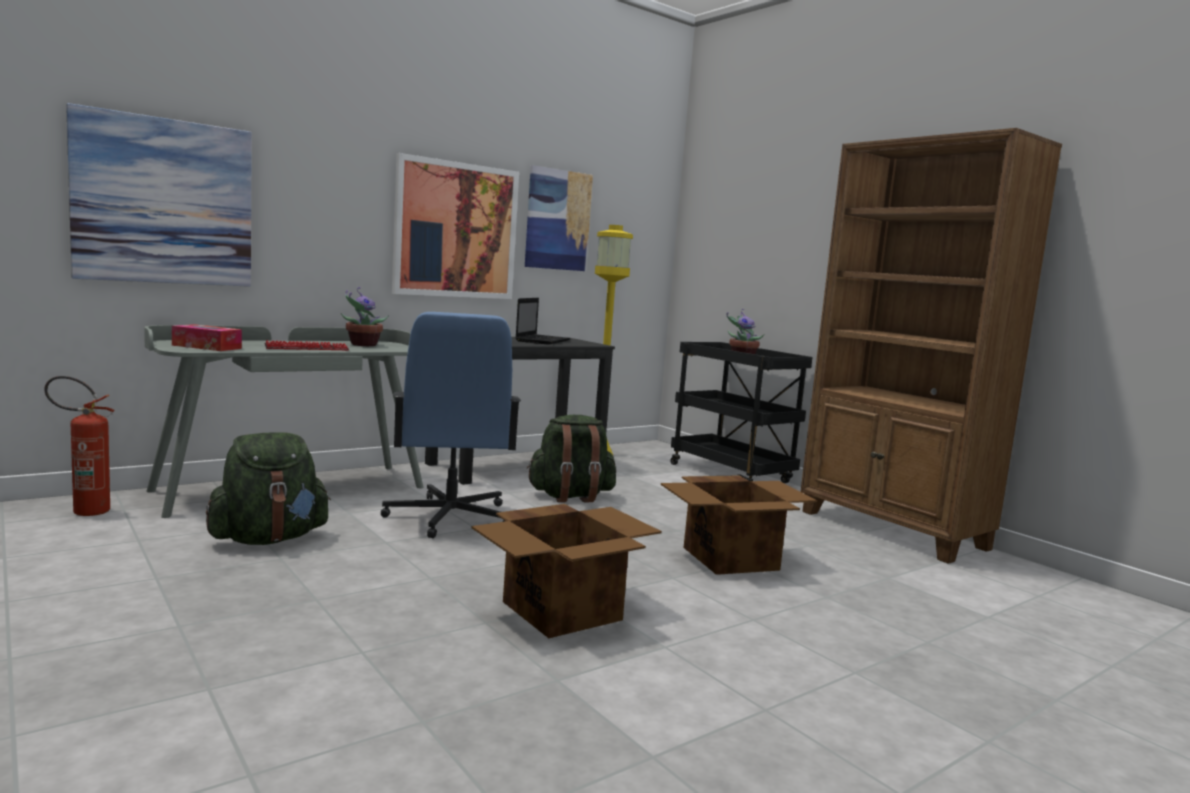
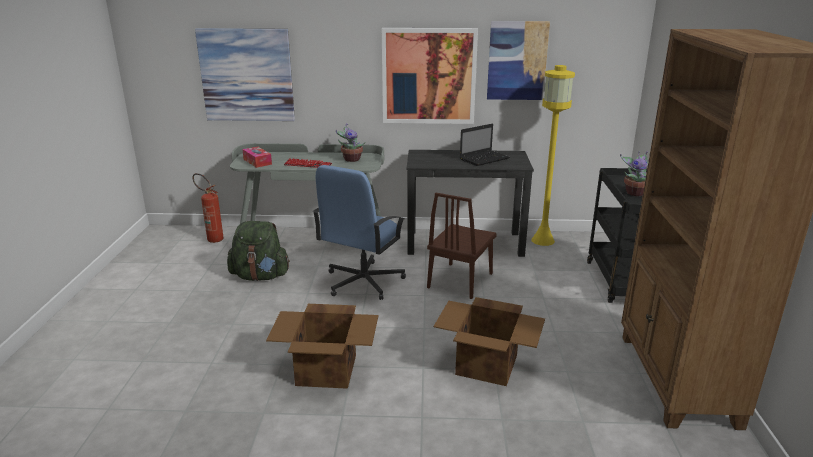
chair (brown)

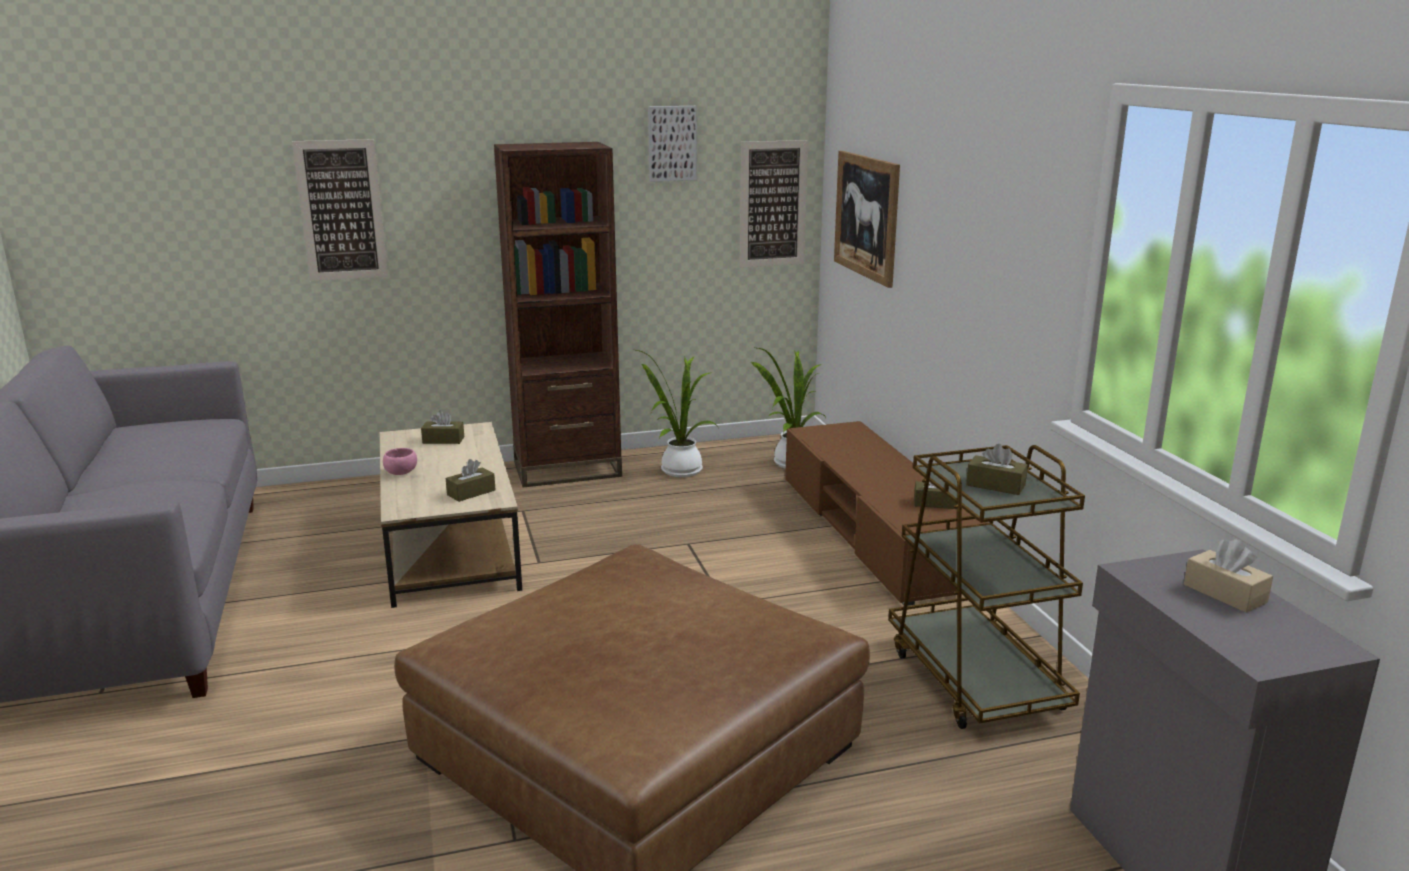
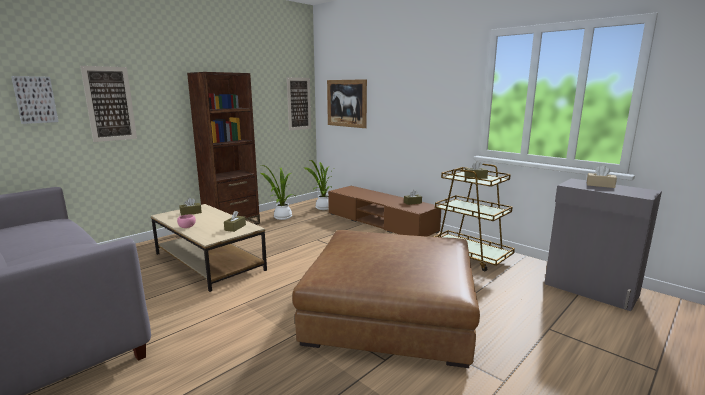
picture (no. 1 from left)

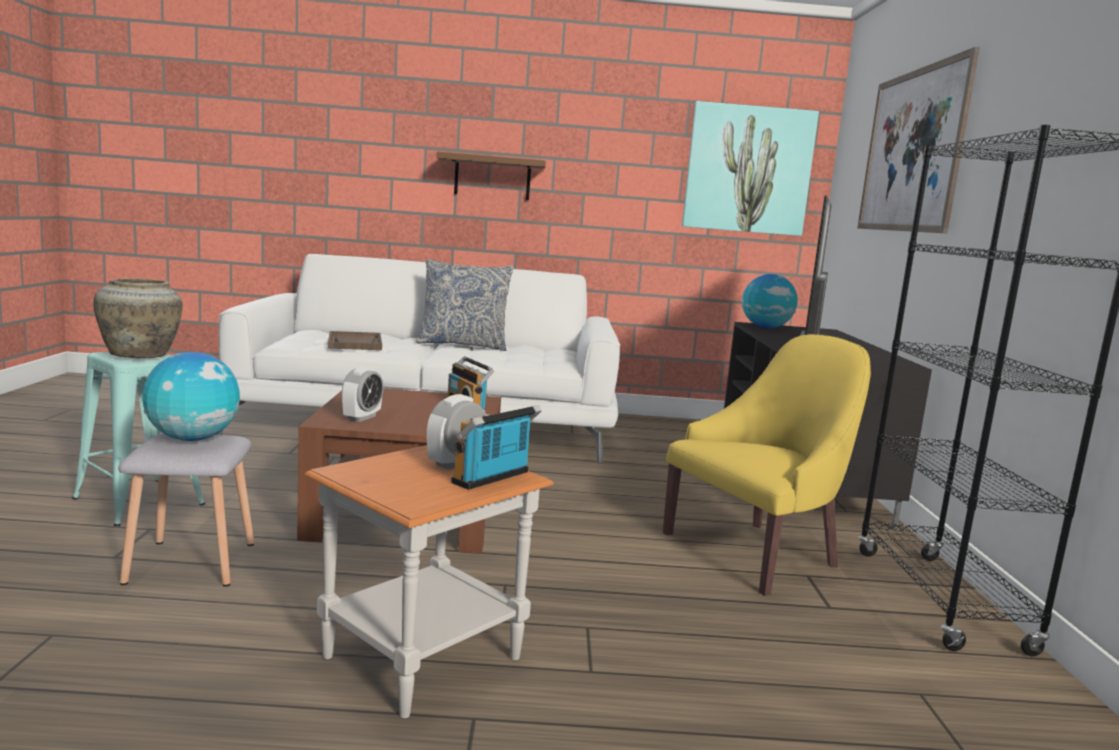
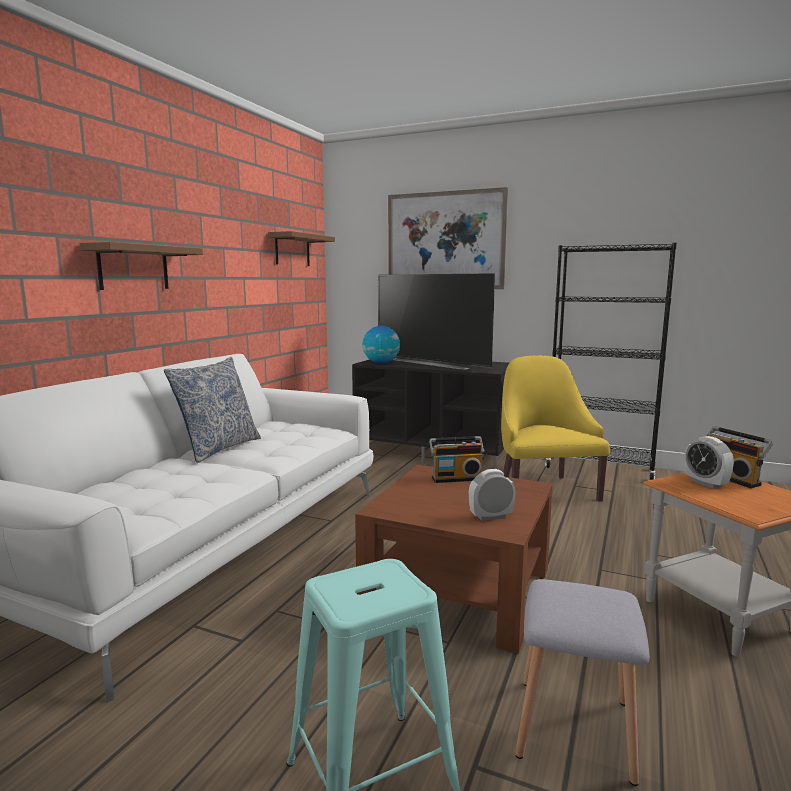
shelf (brown) (no. 2 from left)
alarm clock (no. 1 from left)
vase (beige)
globe (no. 1 from left in the first image)
tray (brown)

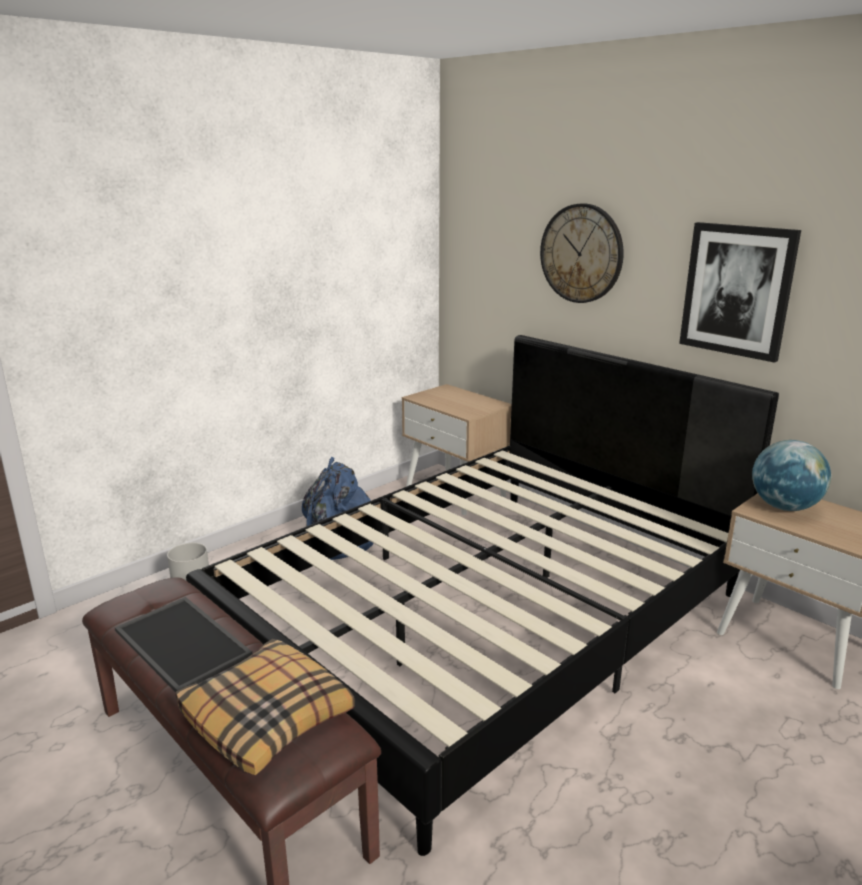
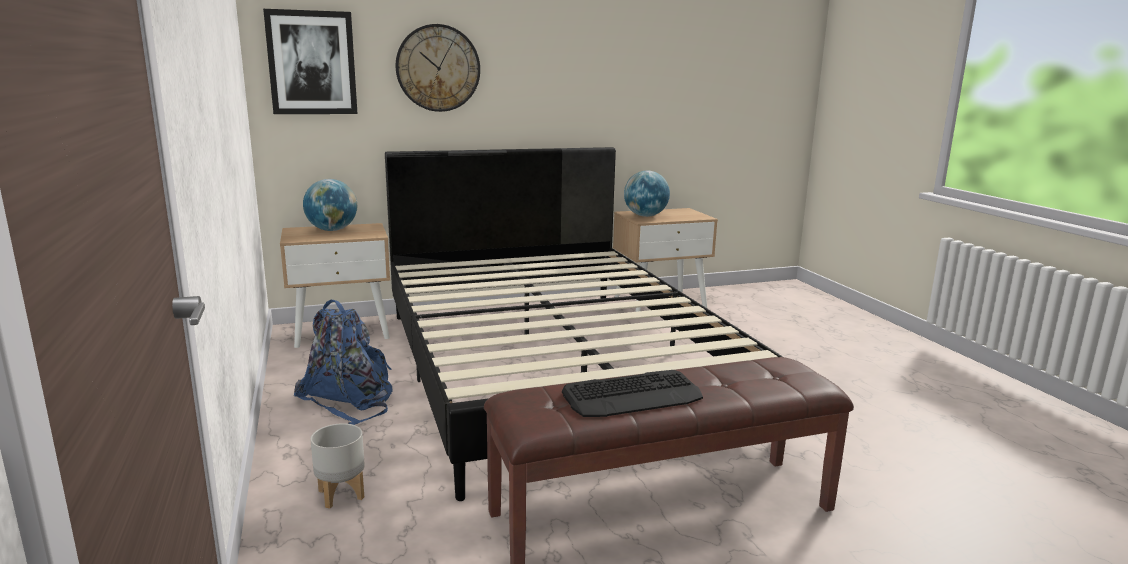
picture
globe (no. 1 from left)
keyboard
pillow

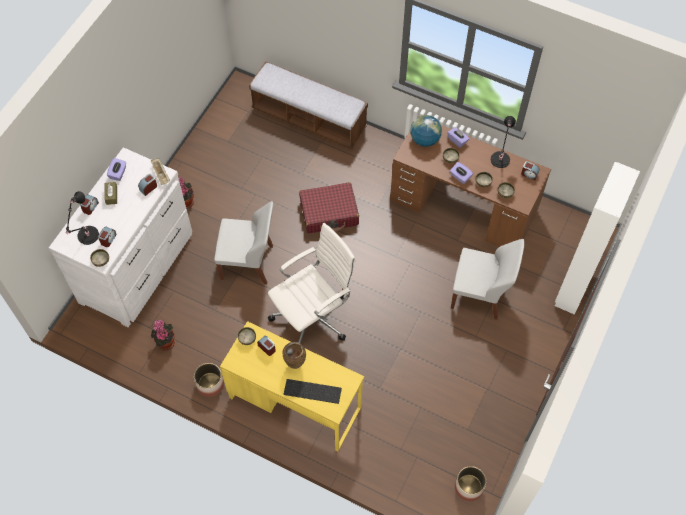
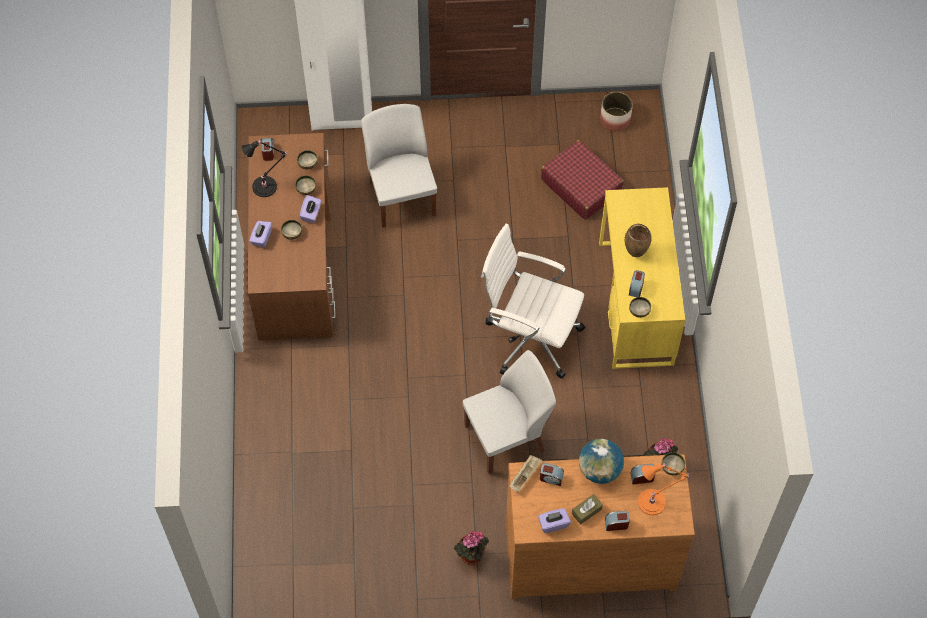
chair (white) (no. 2 from left)
dresser (brown)
suitcase (red)
globe
table lamp (orange)
planter (no. 1 from left in the first image)
bench
keyboard

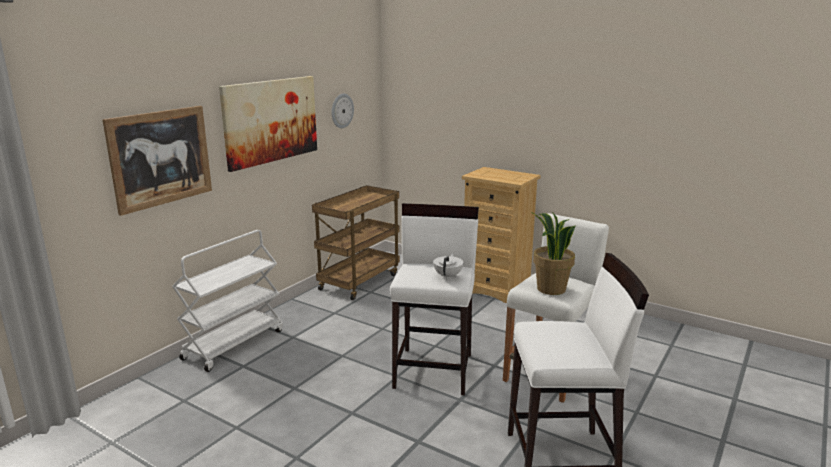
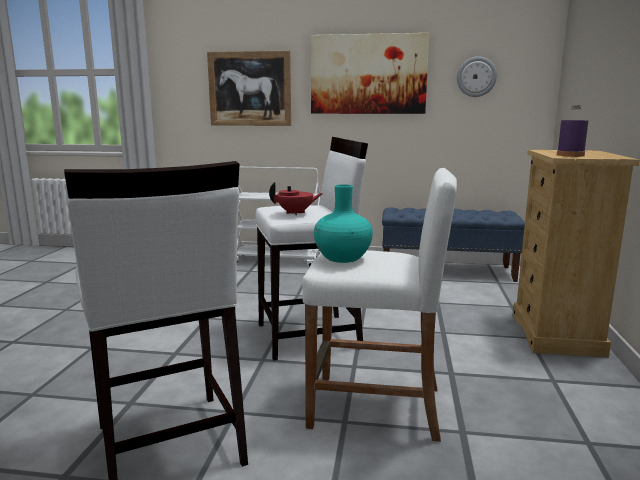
teapot (red)
vase (turquoise)
bench (blue)
bottle (purple)

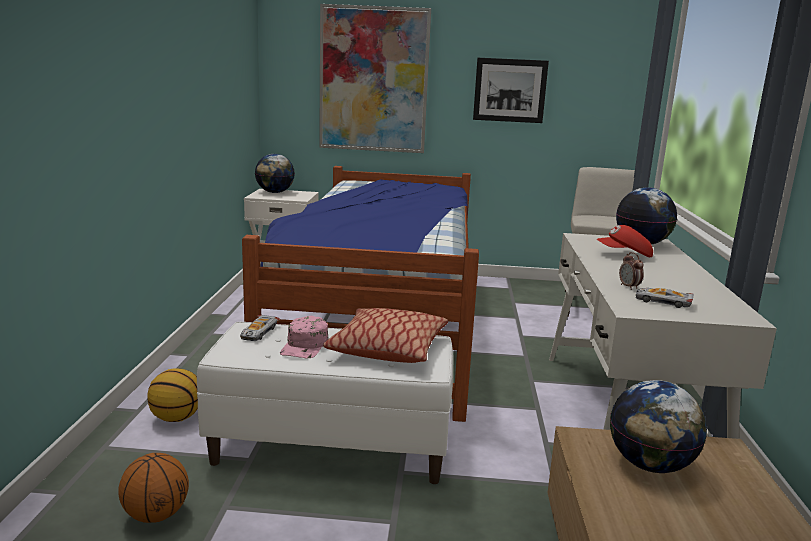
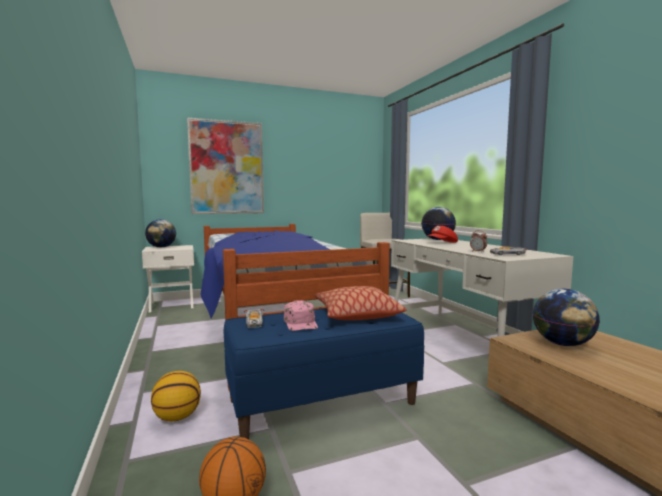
bench (blue)
picture (no. 2 from left in the first image)

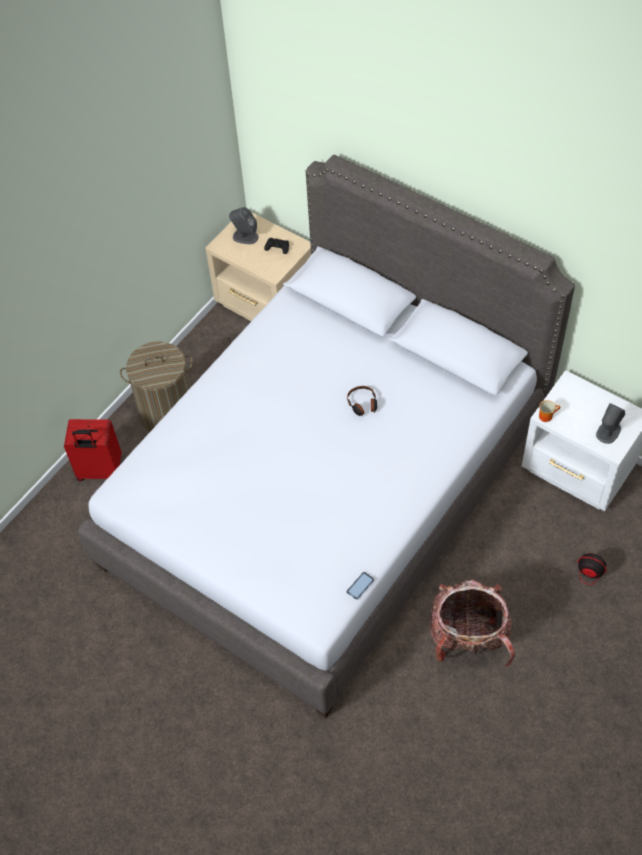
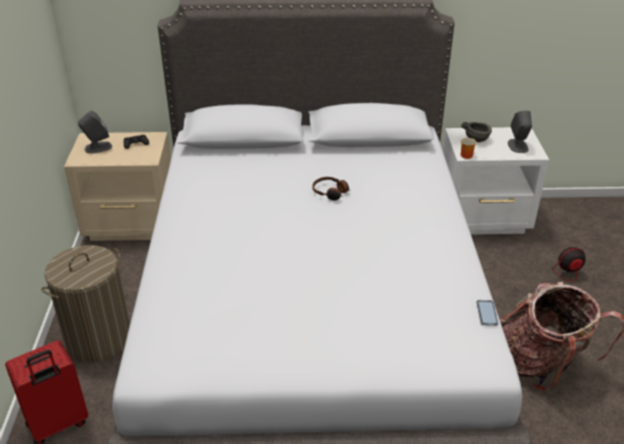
bowl (grey)

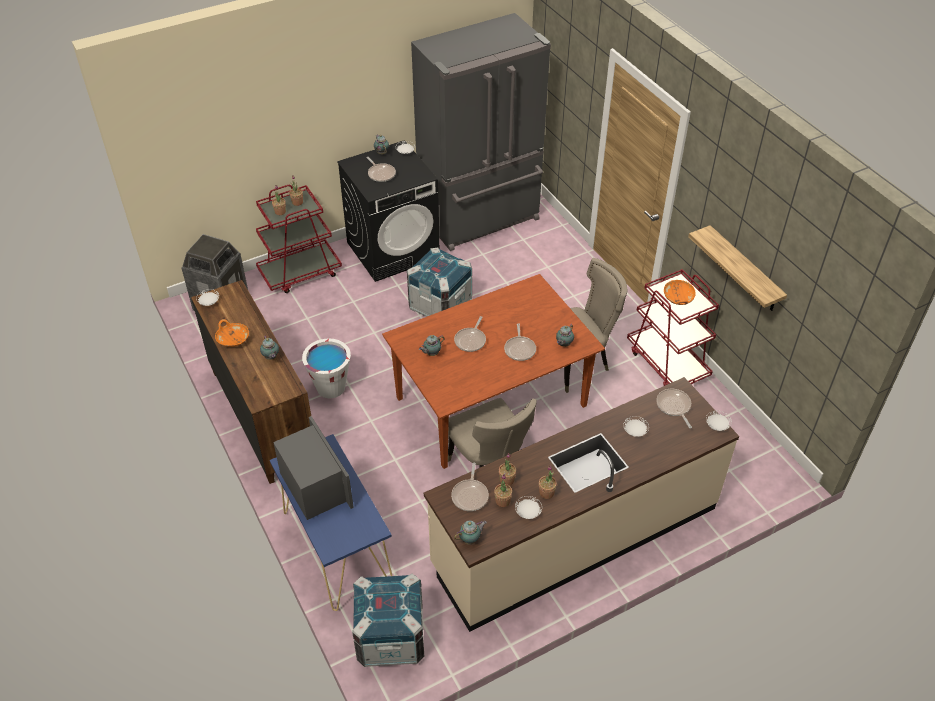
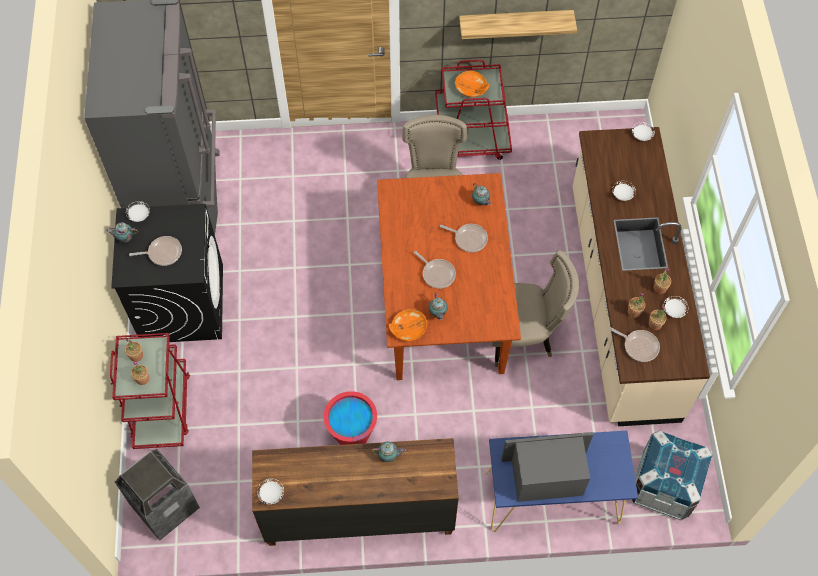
bucket (red)
bowl (orange) (no. 1 from left)
crate (no. 2 from left in the first image)
teapot (no. 4 from left in the first image)
frying pan (no. 5 from left in the first image)

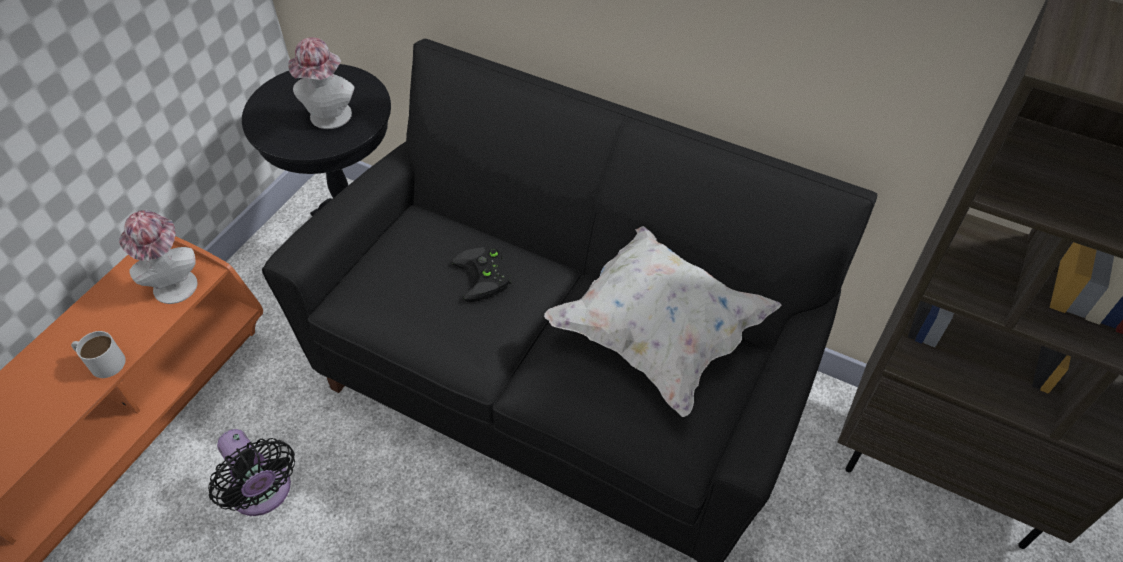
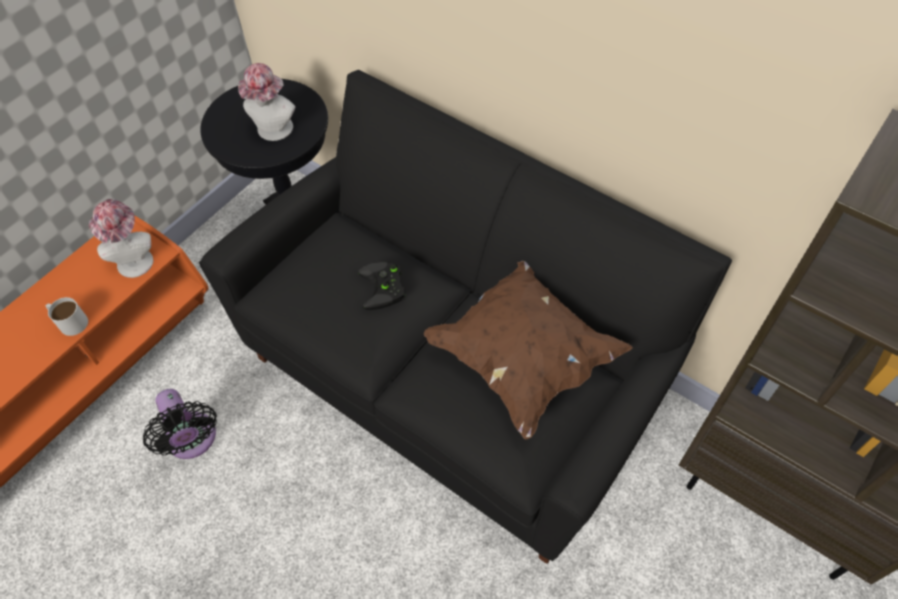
pillow (brown)

